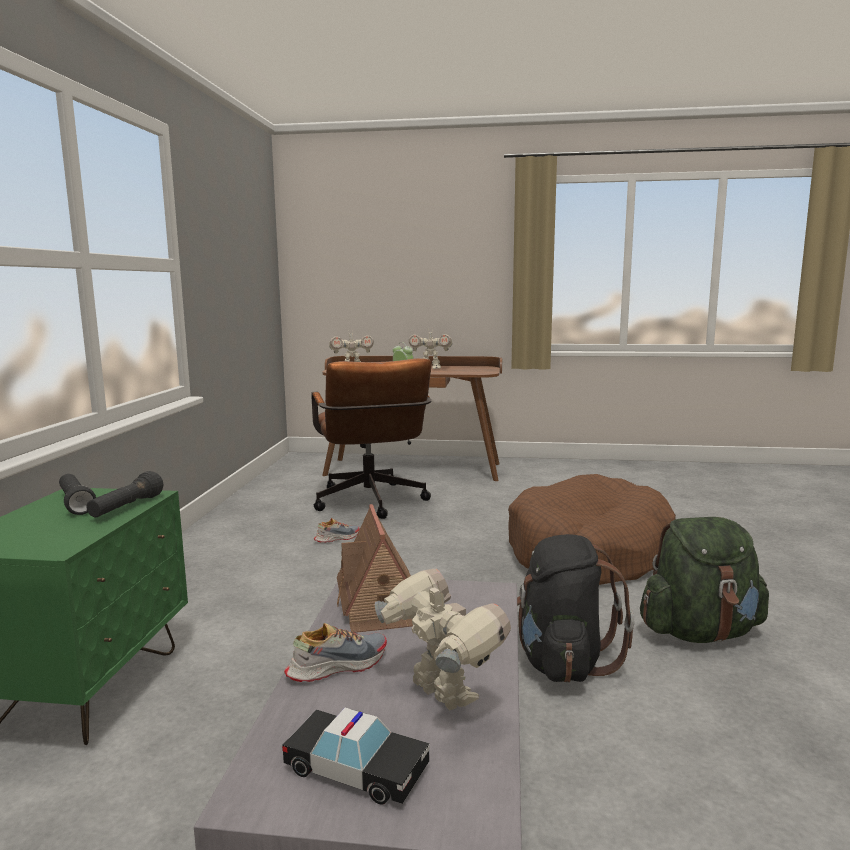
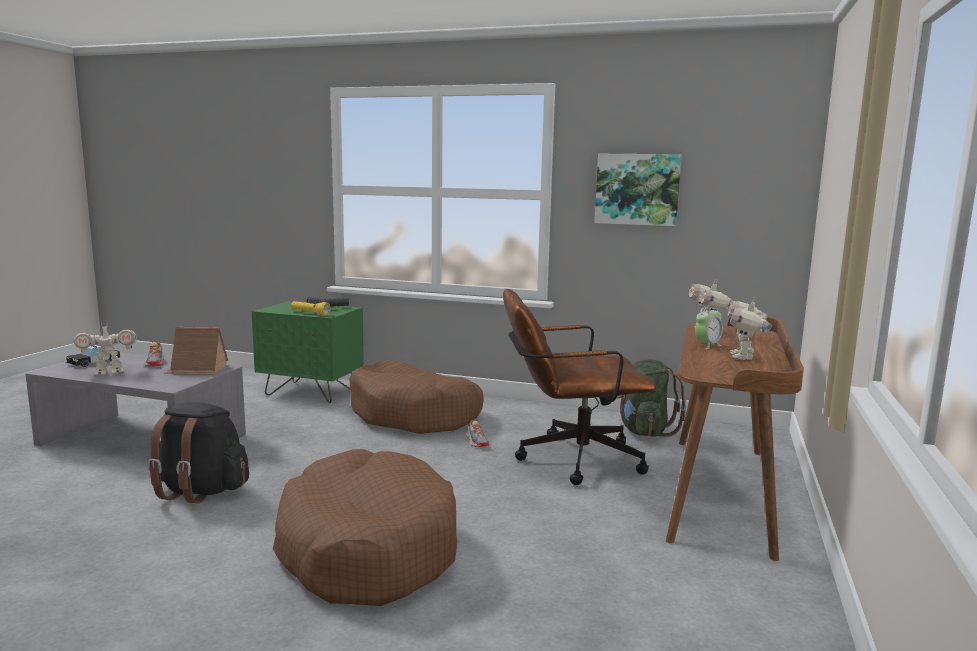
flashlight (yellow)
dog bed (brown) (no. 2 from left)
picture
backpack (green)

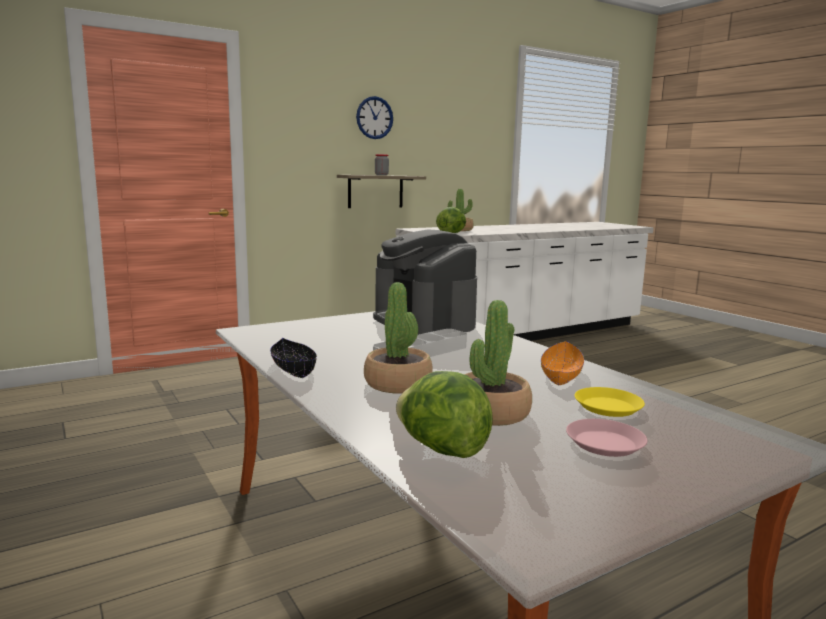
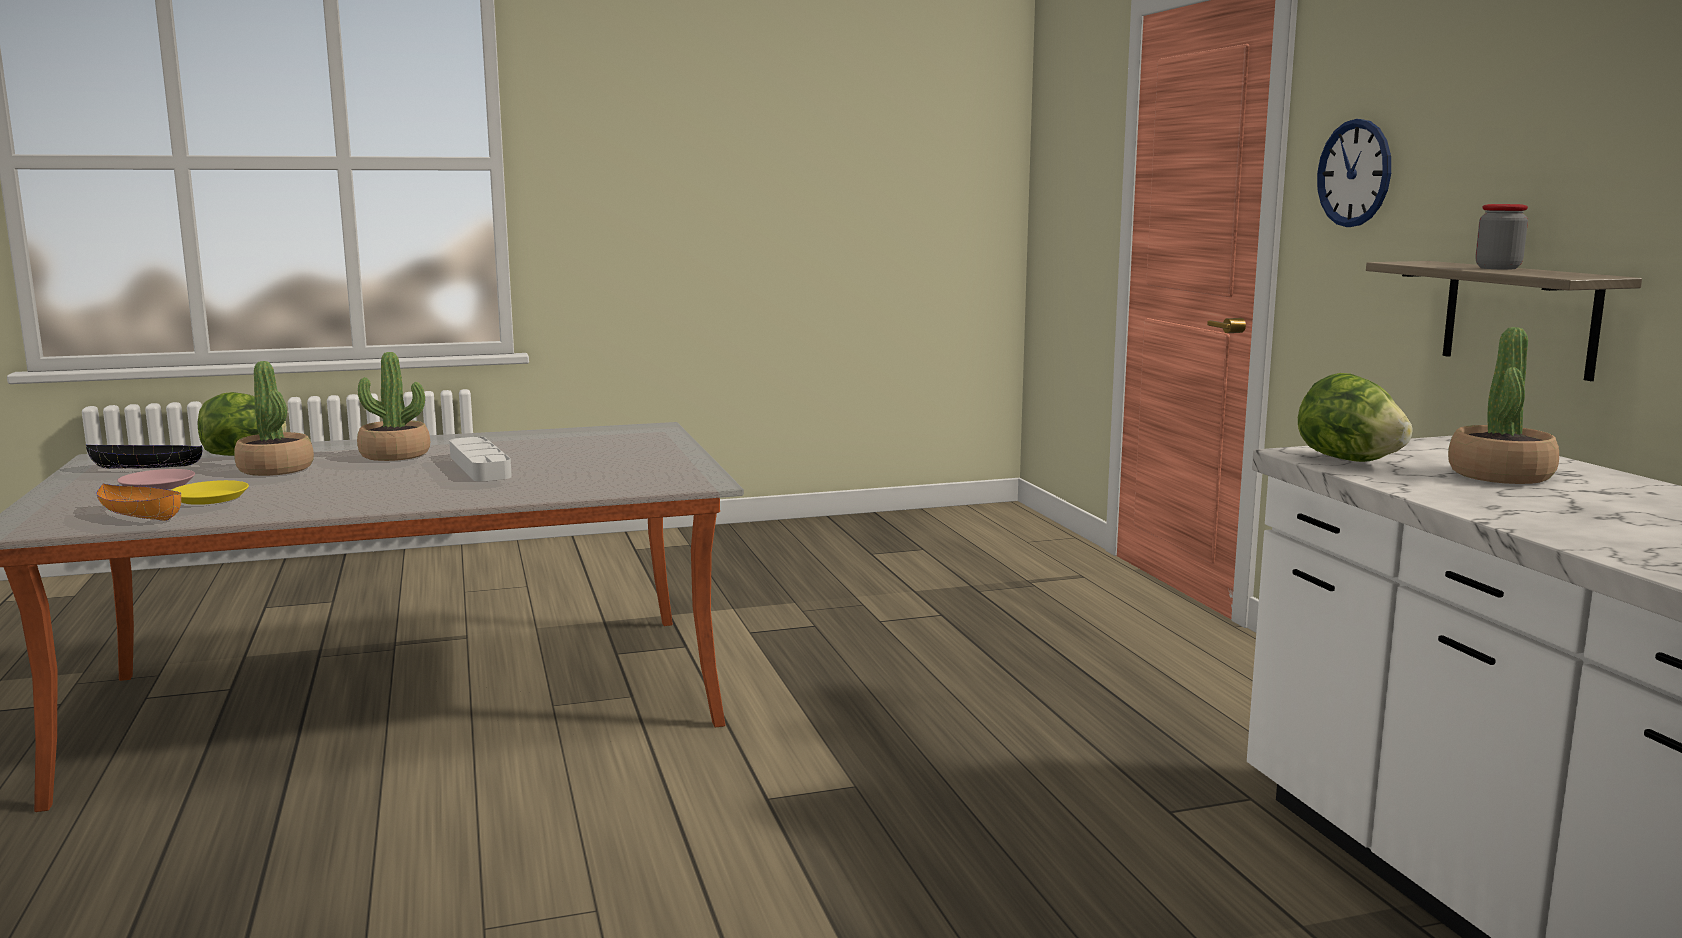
bowl (black)
bowl (orange)
wall clock
coffee machine

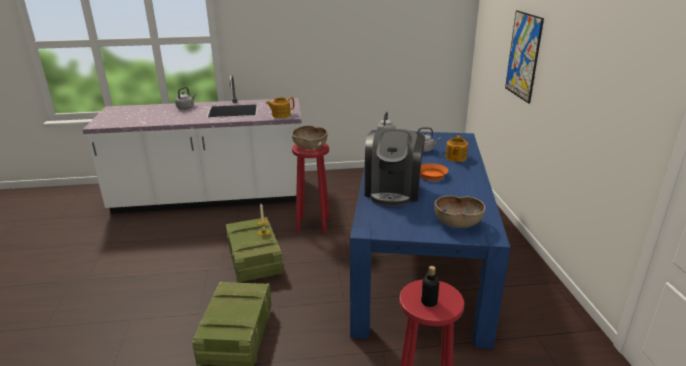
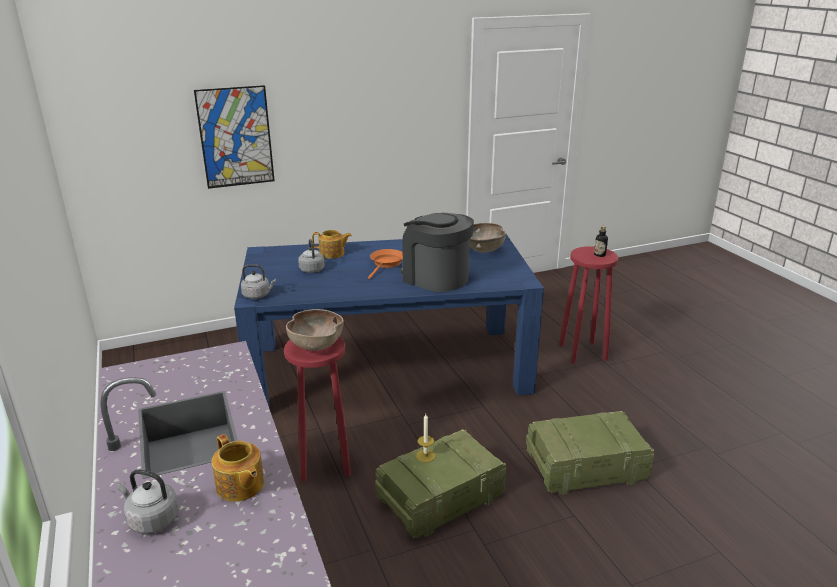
teapot (no. 1 from left)
coffee machine

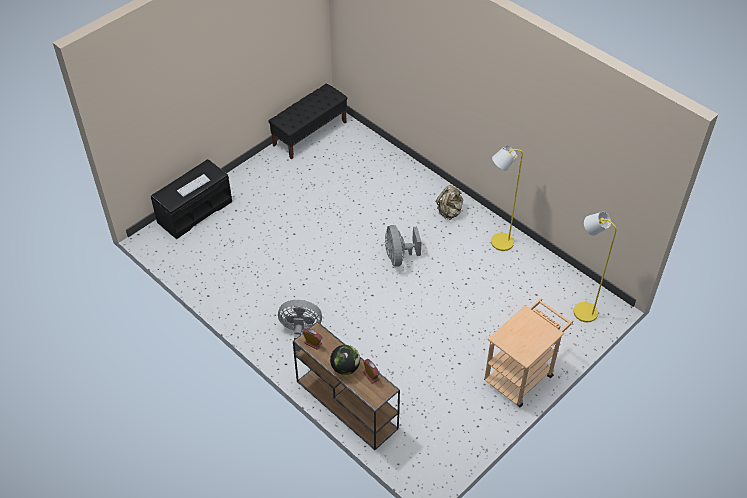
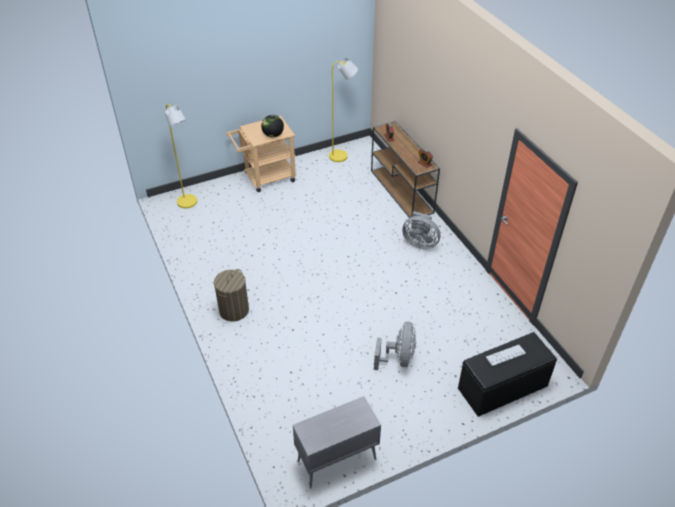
laundry basket
globe
cabinet (grey)
floor lamp (yellow) (no. 2 from left)
fan (grey) (no. 1 from left)

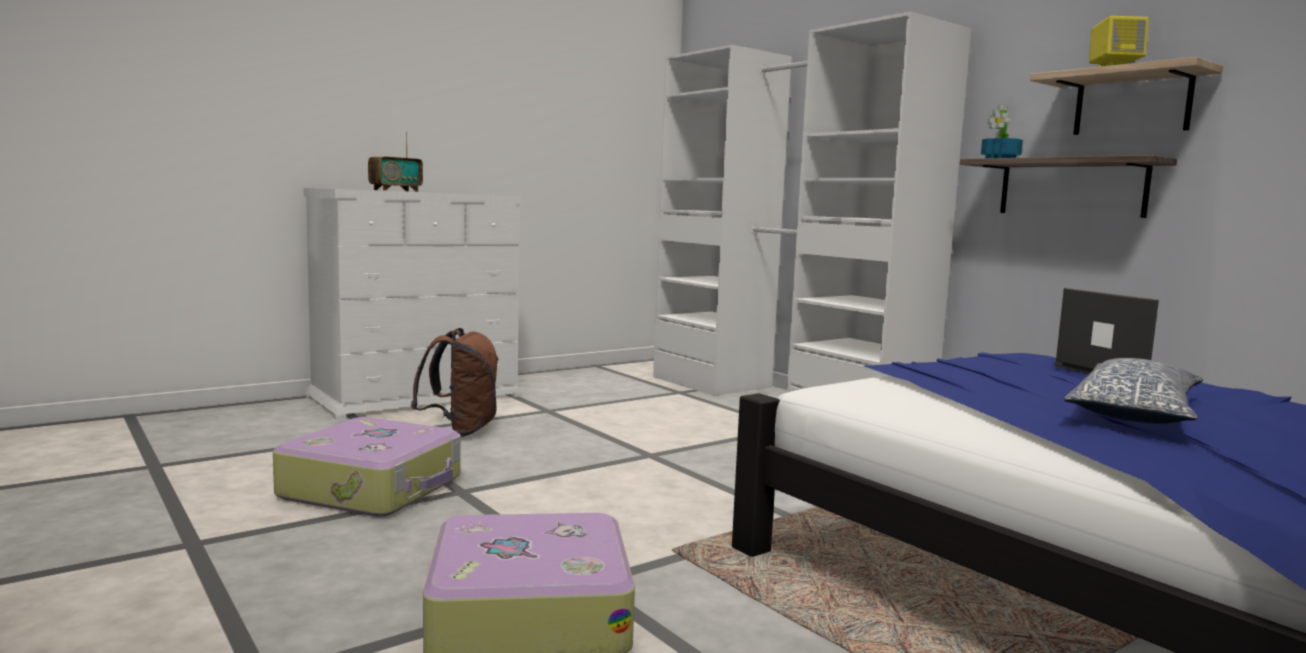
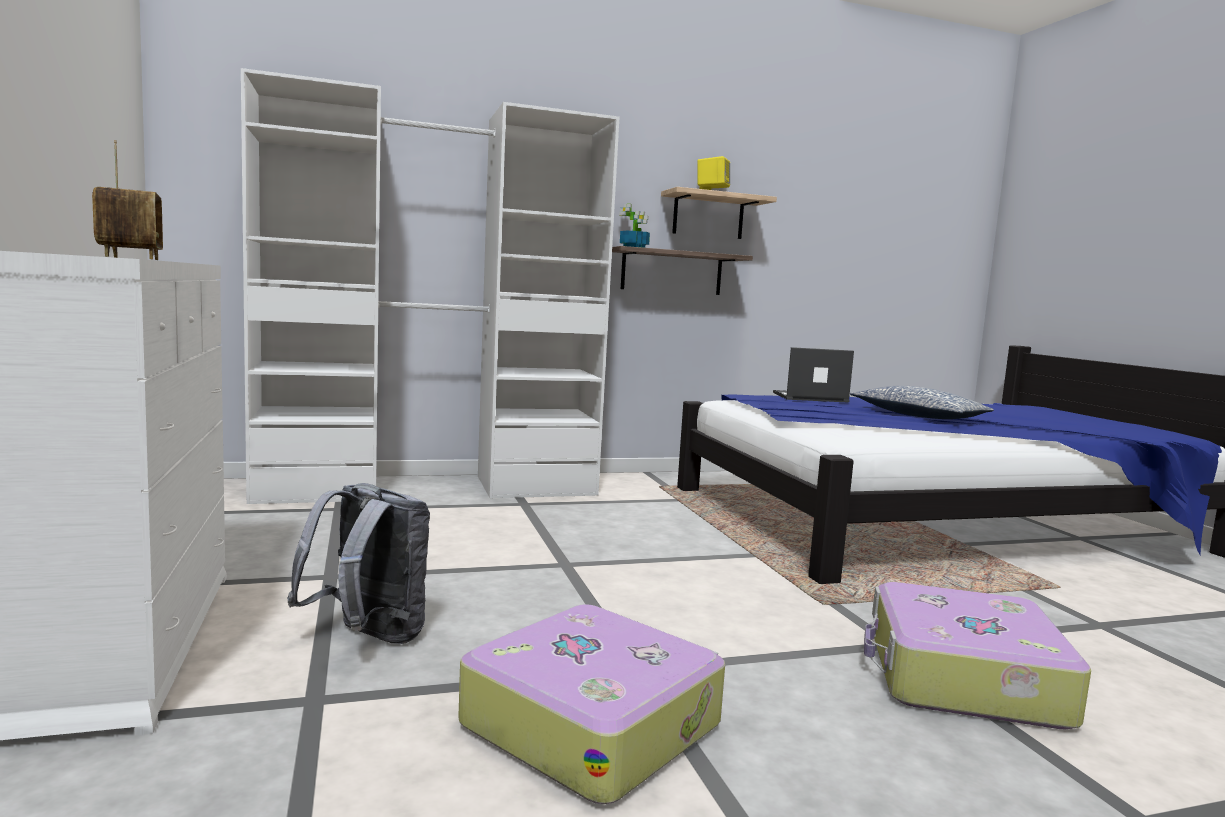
backpack (grey)

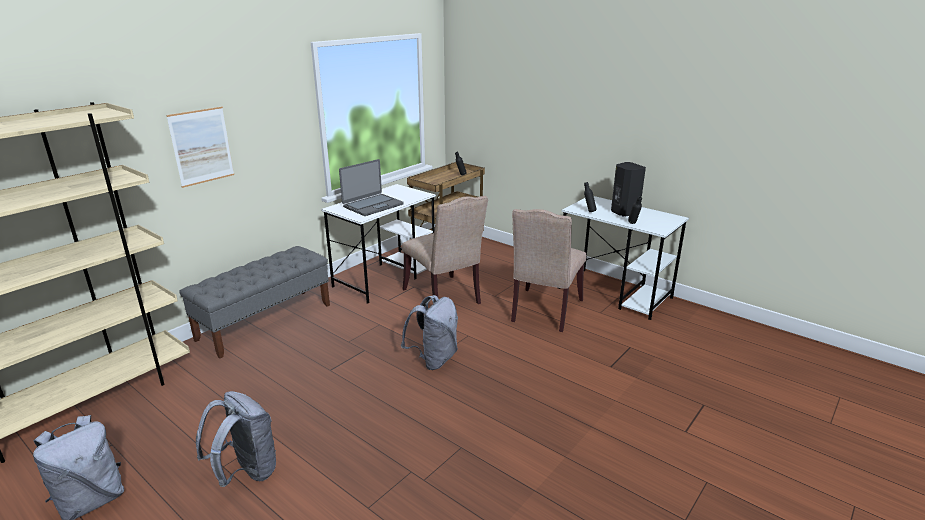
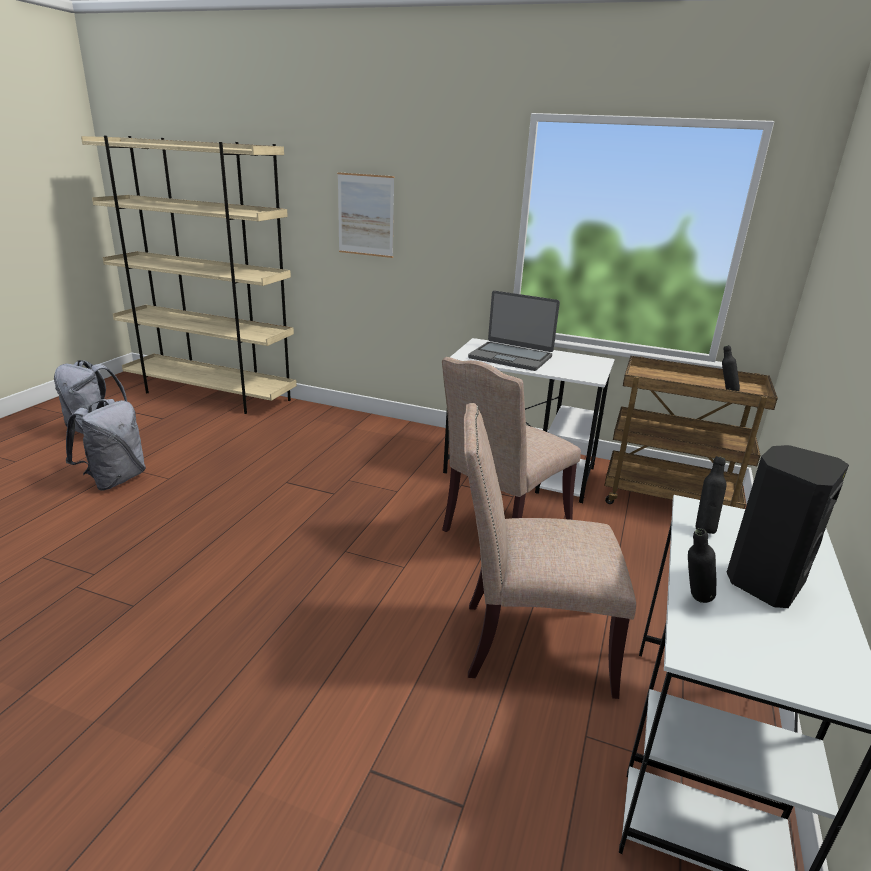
bench (grey)
backpack (grey) (no. 3 from left in the first image)

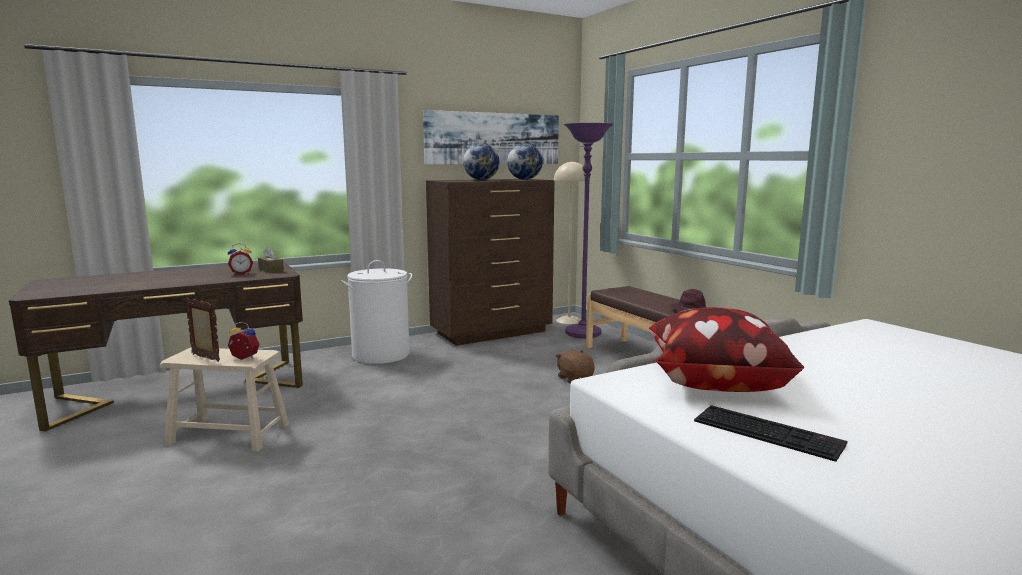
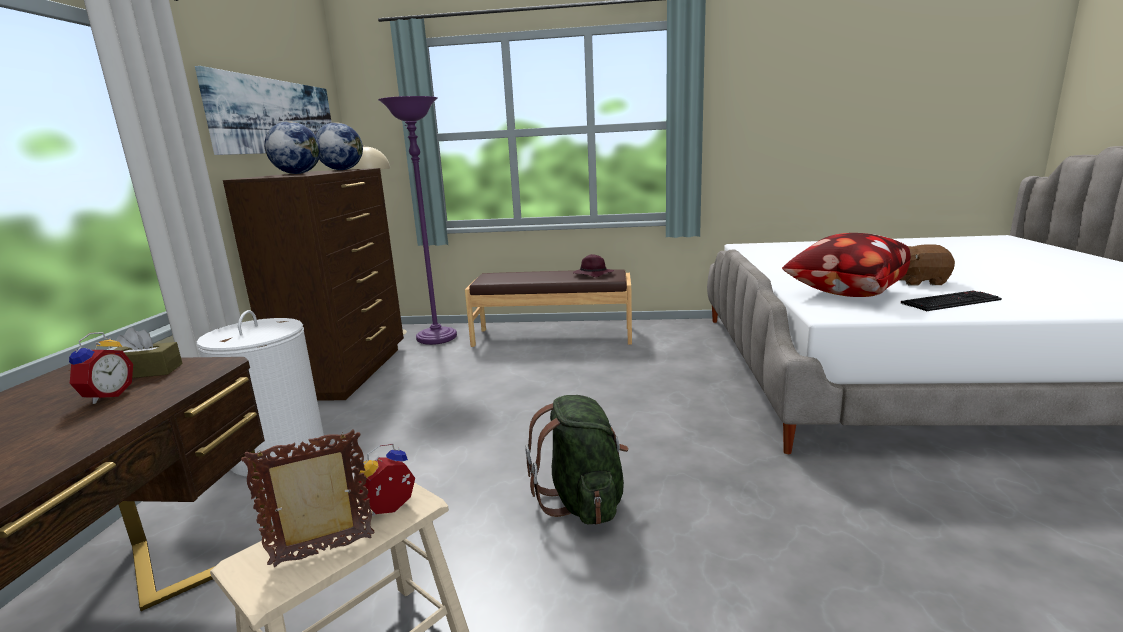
backpack (green)
plush toy (brown)

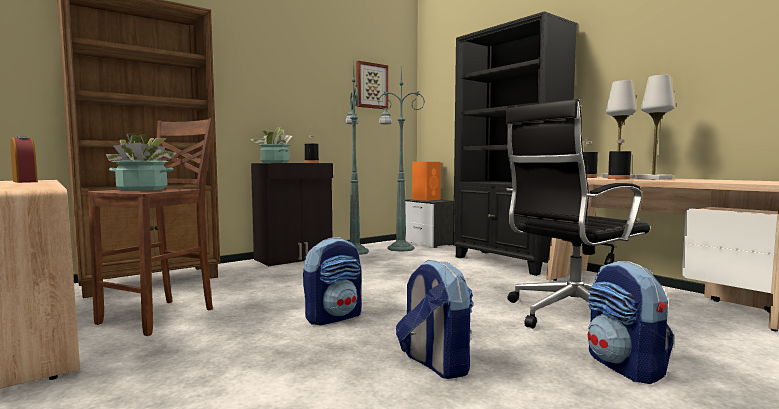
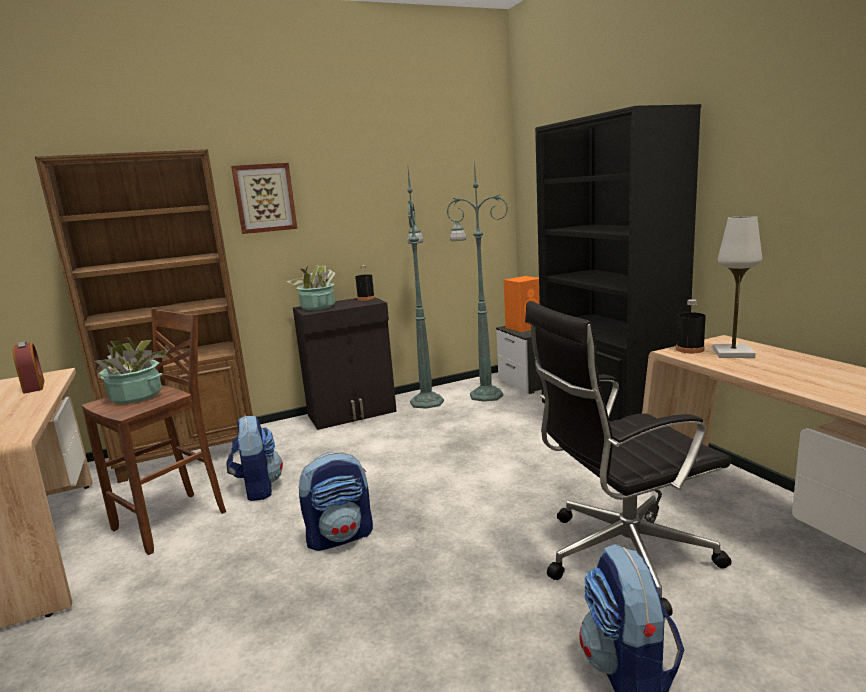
backpack (no. 1 from left)
picture
bottle (black) (no. 3 from left in the first image)
table lamp (white) (no. 2 from left in the first image)

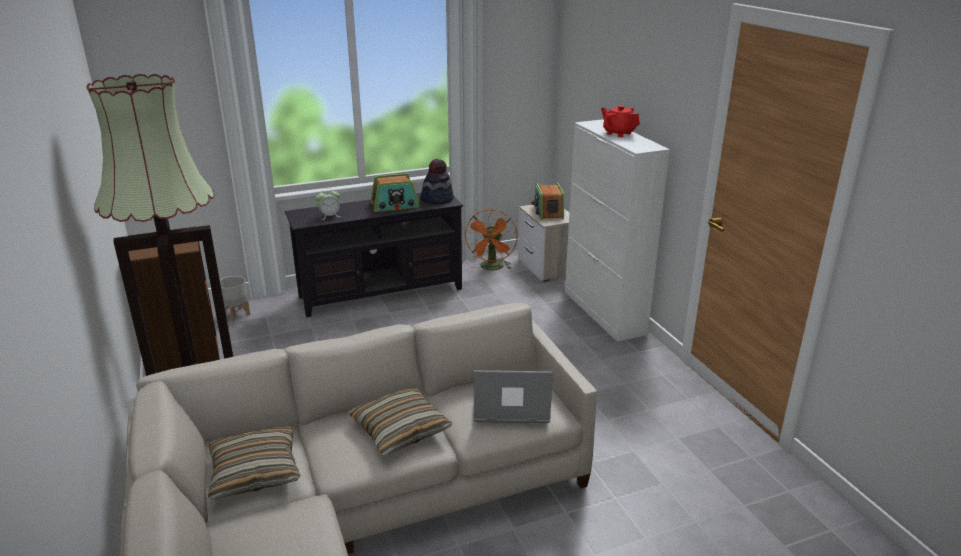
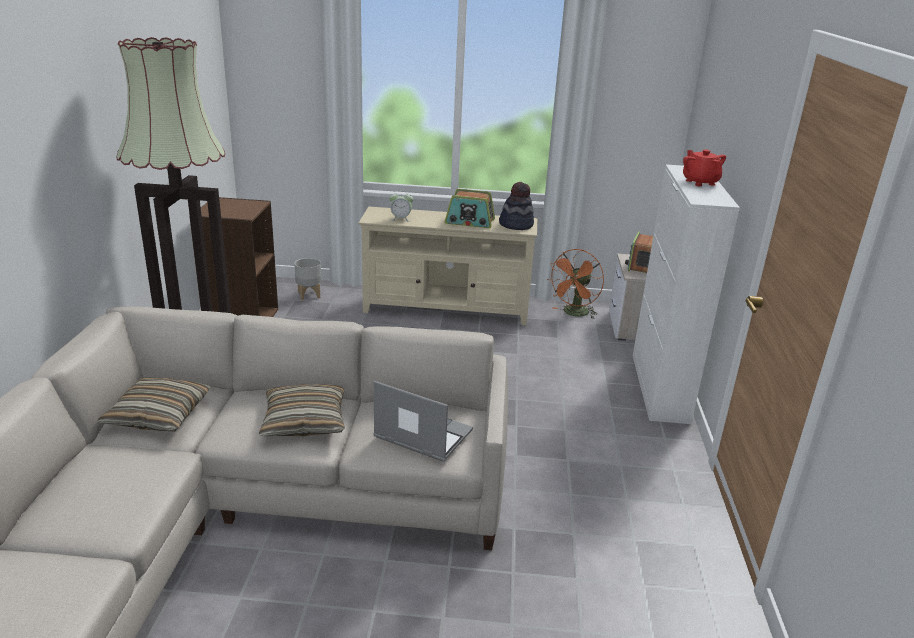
tv stand (beige)

